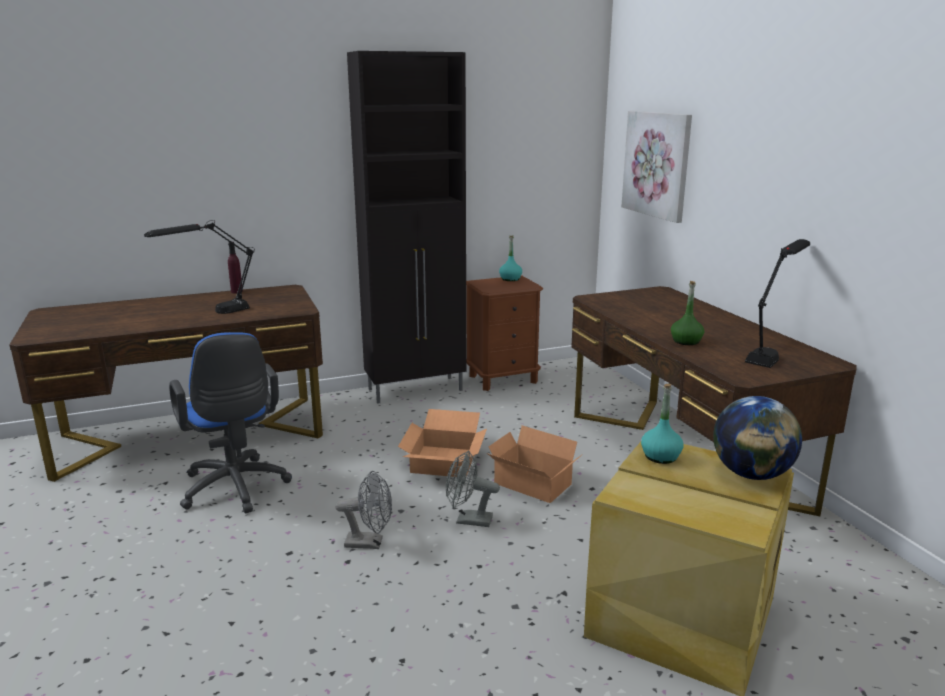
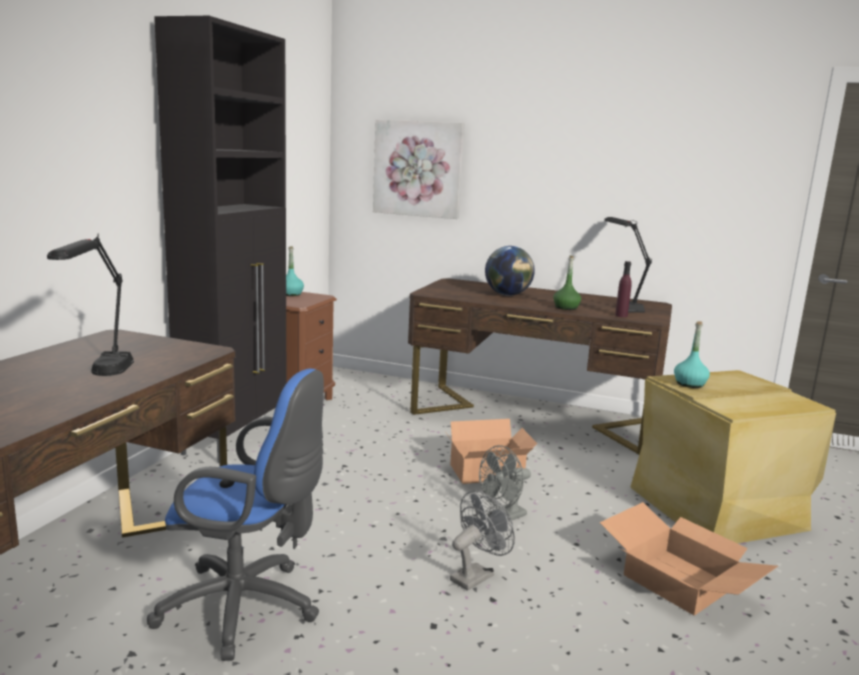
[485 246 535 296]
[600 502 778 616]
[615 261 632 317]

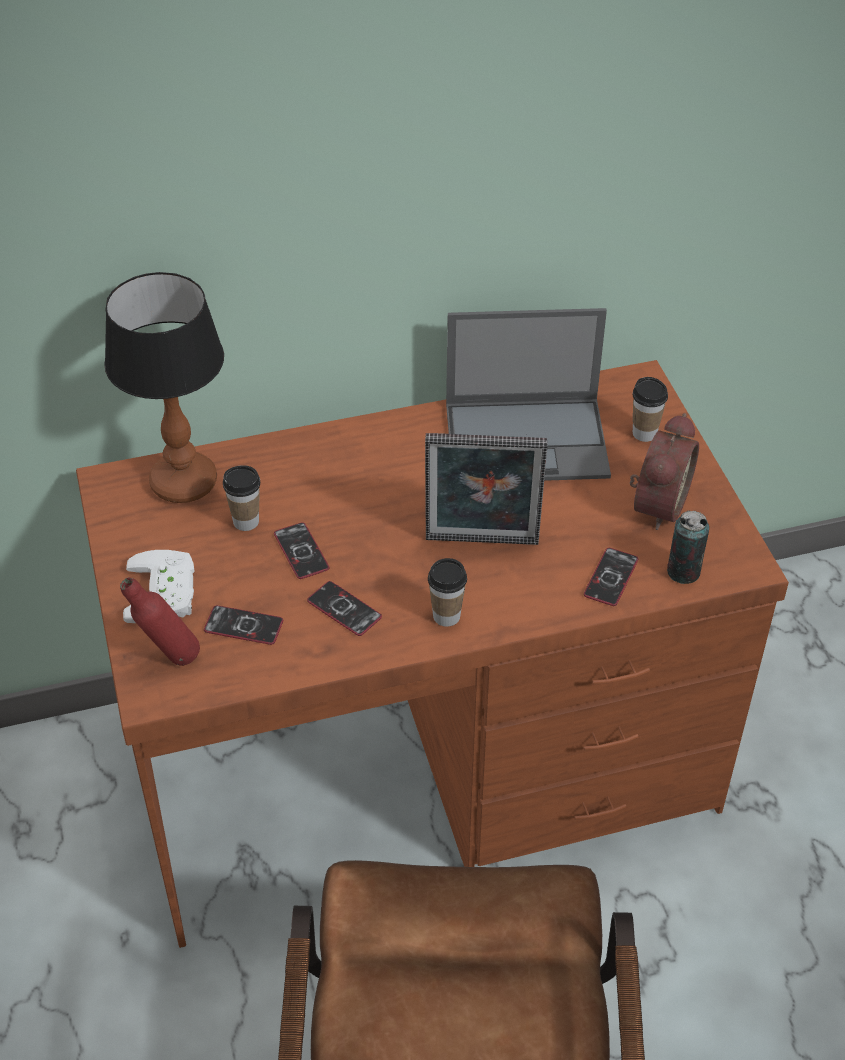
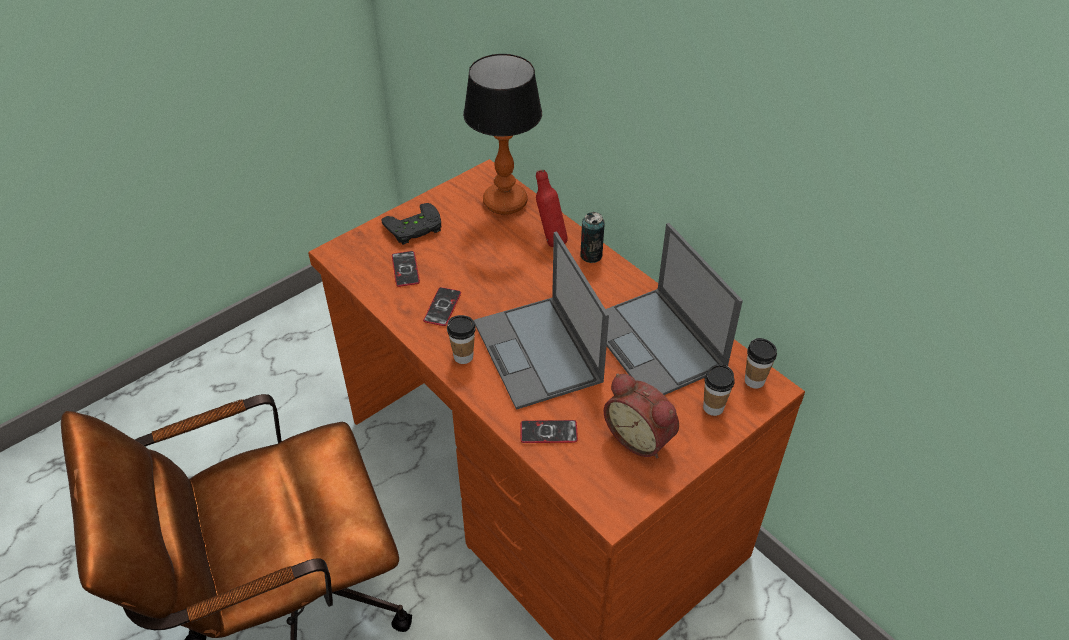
[381 203 442 245]
[474 232 609 410]
[536 170 568 247]
[580 212 605 263]
[604 373 679 458]
[745 338 777 389]
[274 522 329 579] (first image)

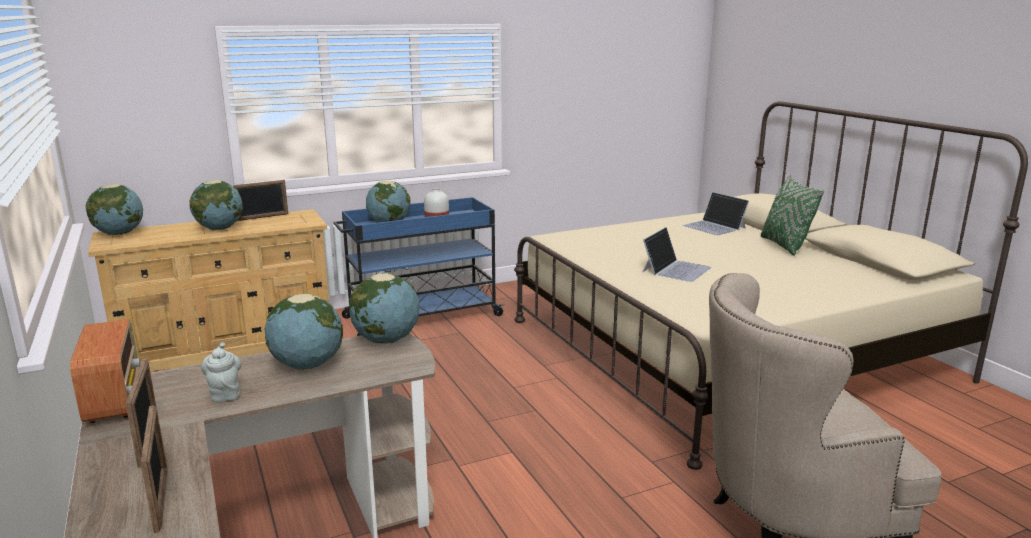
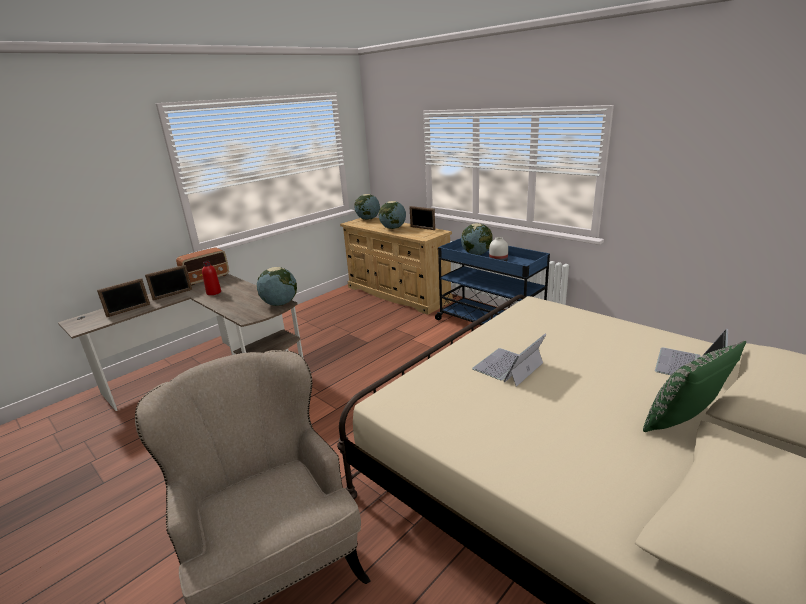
[202 261 221 295]
[472 334 547 387]
[265 294 343 370] (first image)

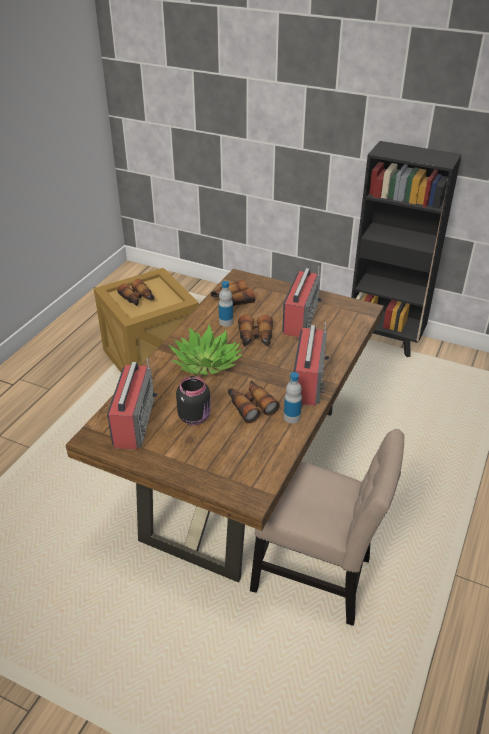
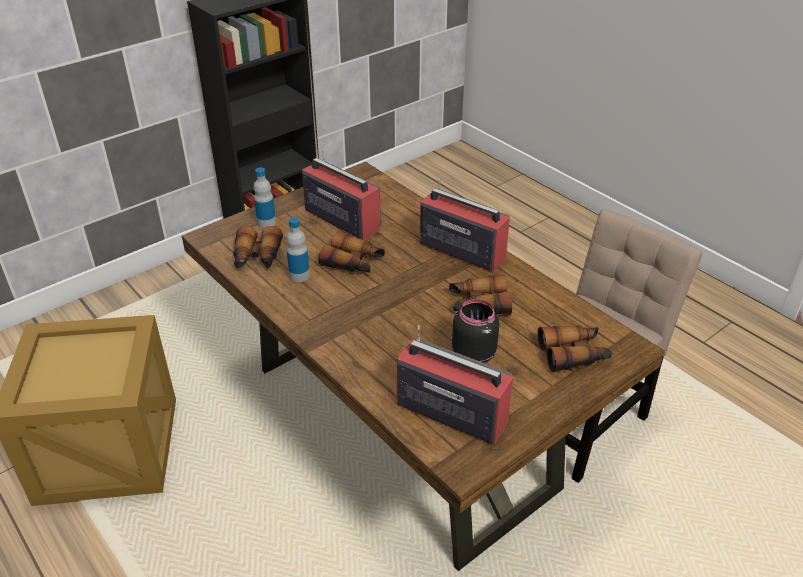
[254 167 276 228]
[538 325 612 372]
[169 324 243 375] (first image)

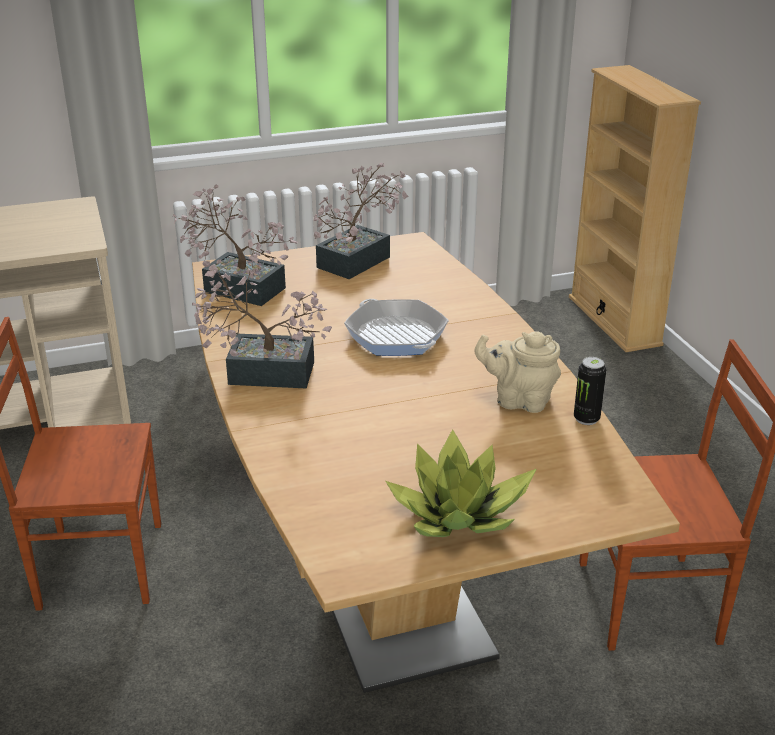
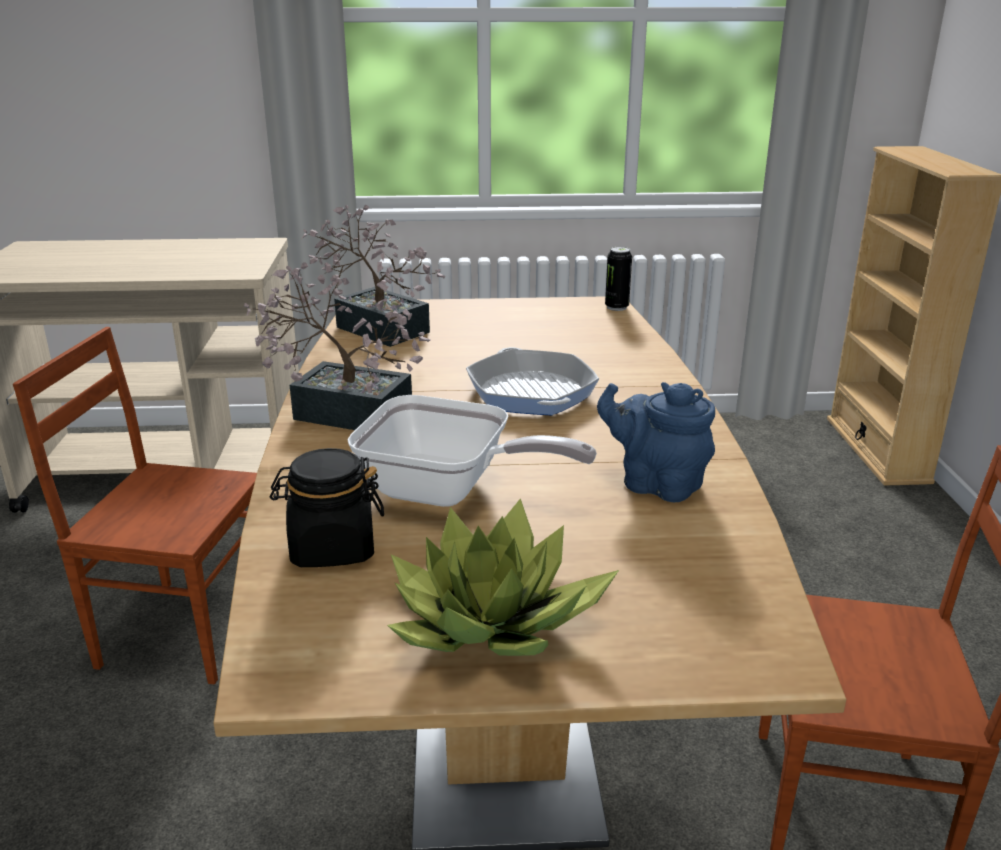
[270 448 384 567]
[347 395 597 507]
[597 382 715 502]
[605 247 632 311]
[314 162 408 279] (first image)

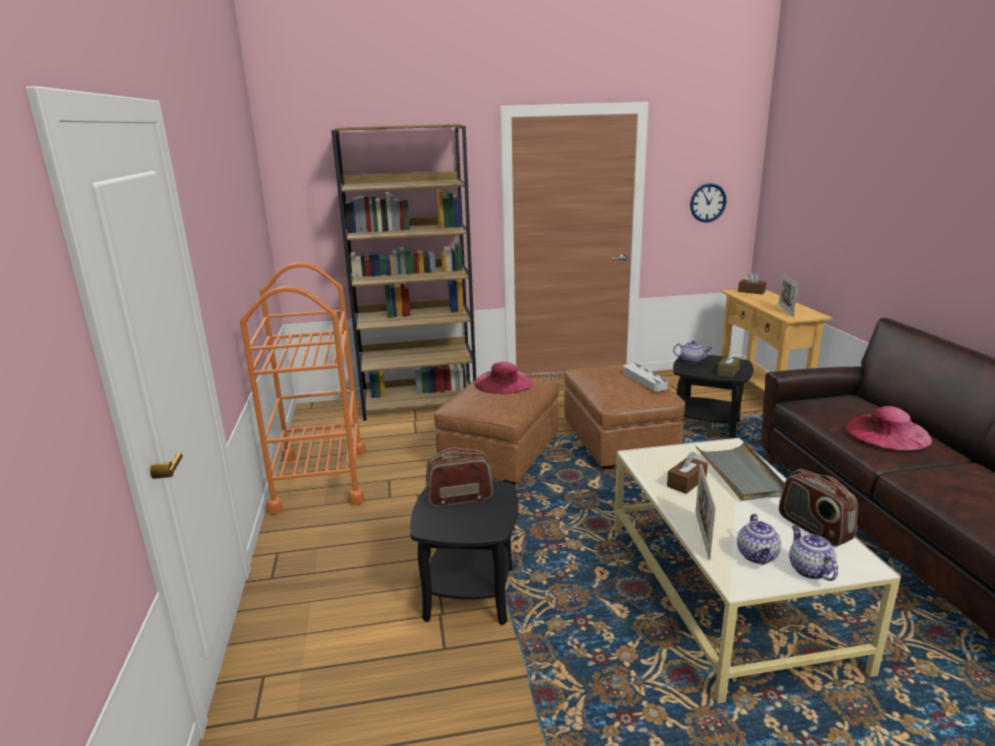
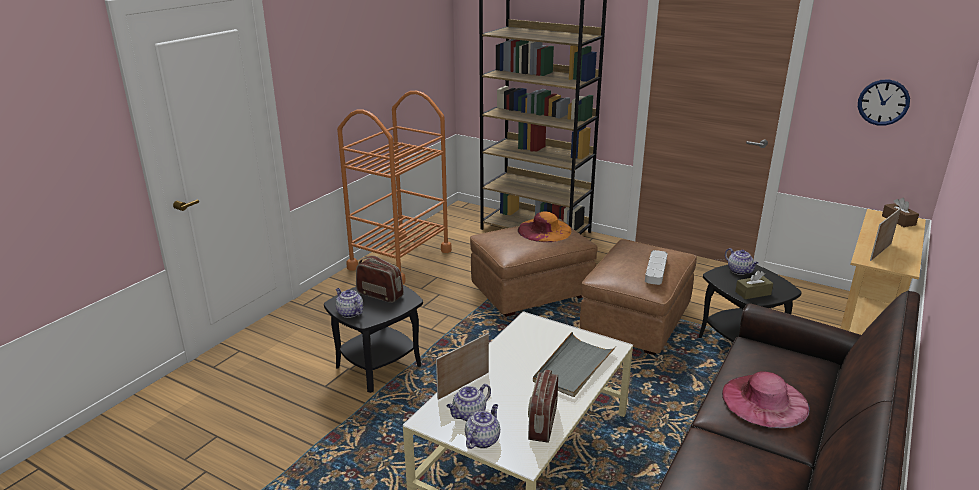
[336 288 363 318]
[518 212 571 242]
[667 452 708 494] (first image)

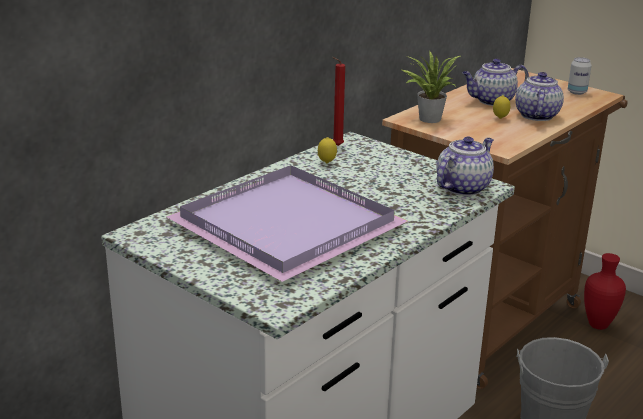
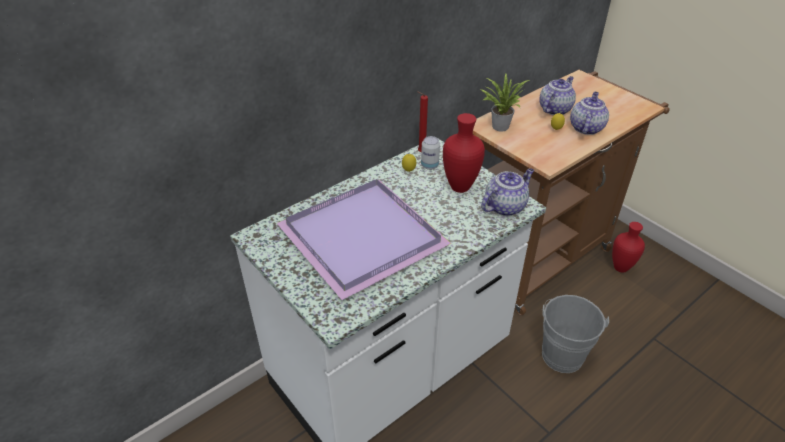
[421 136 440 170]
[443 113 485 193]
[539 76 576 115]

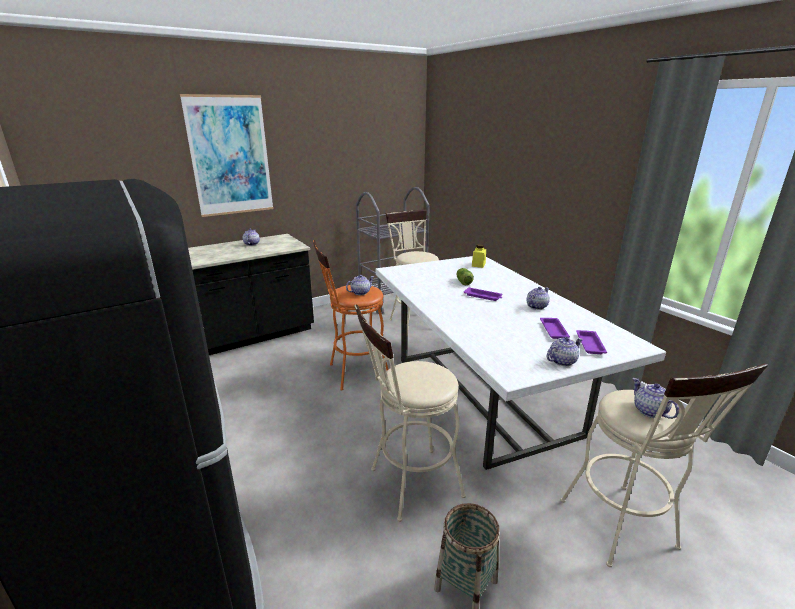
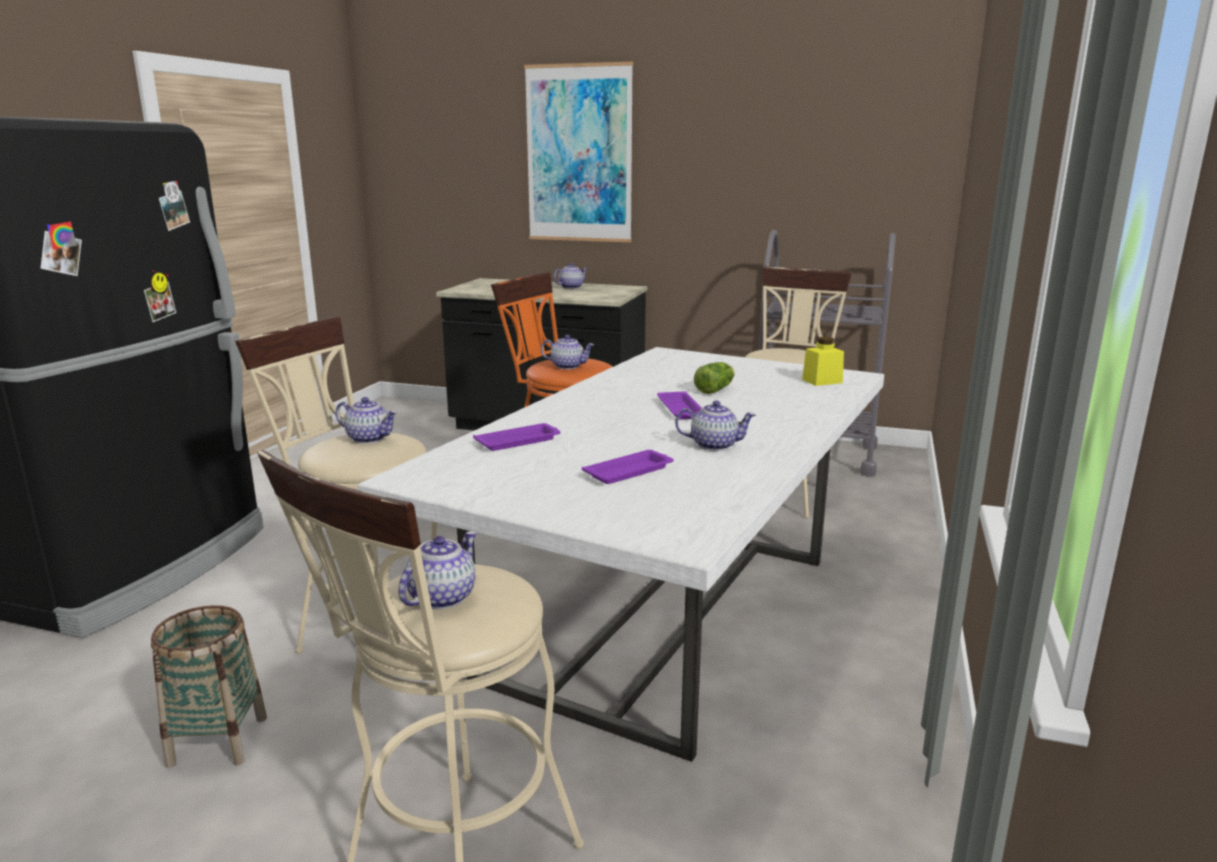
[336 397 398 444]
[473 423 561 451]

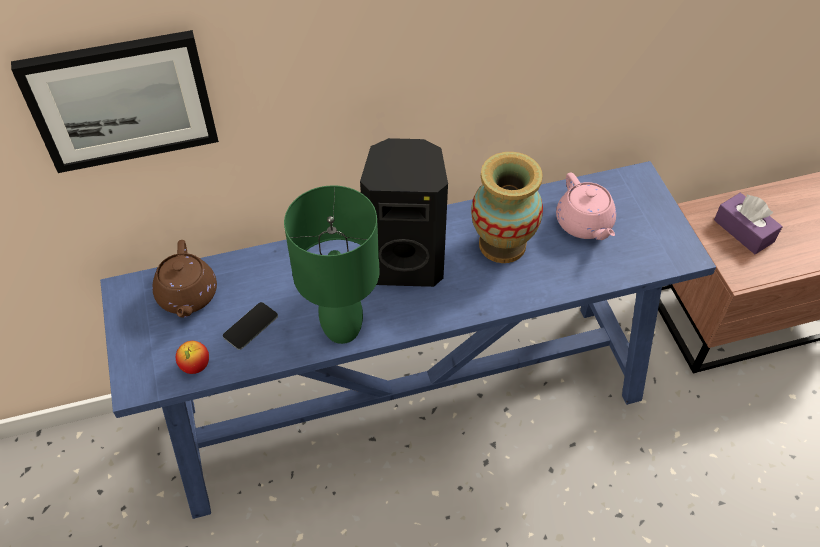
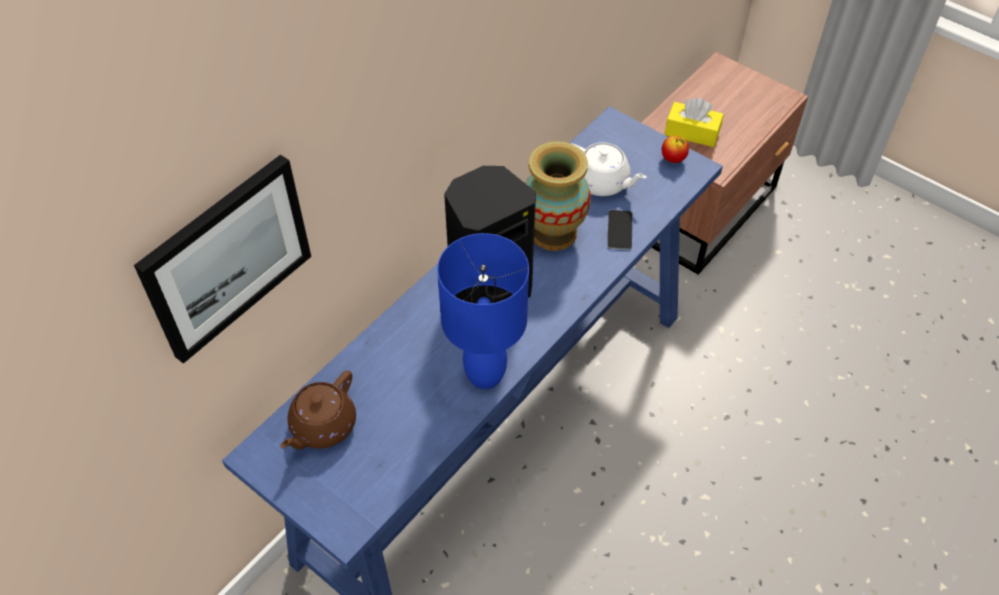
[280 370 356 450]
[437 233 529 389]
[573 142 647 196]
[607 210 632 250]
[662 136 689 163]
[665 98 724 147]

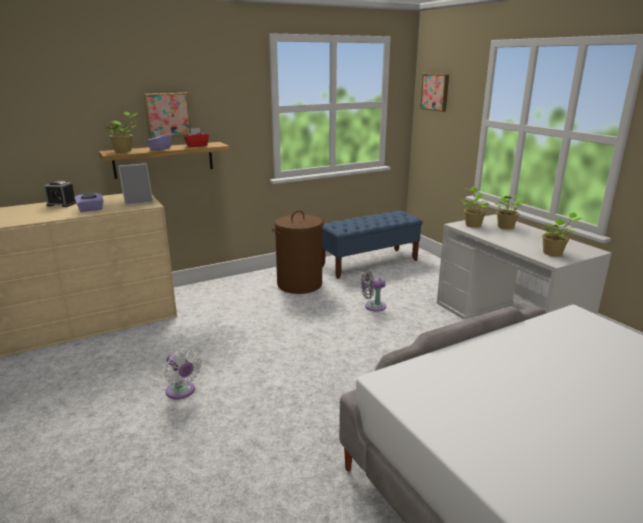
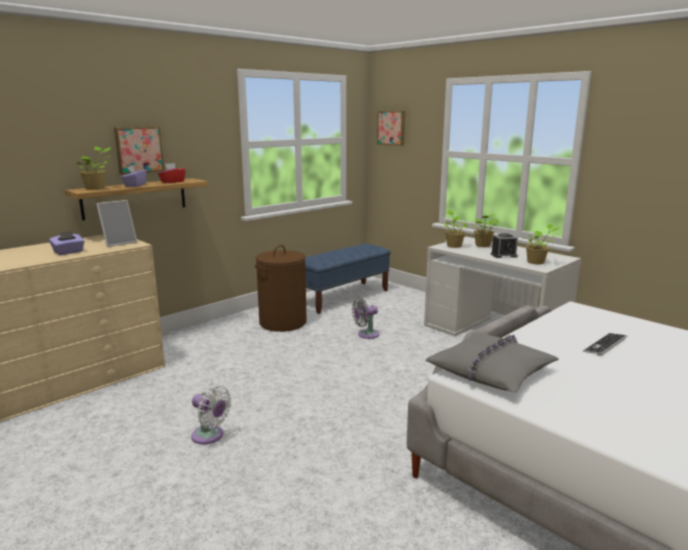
[426 332 559 393]
[491 233 518 258]
[583 333 627 356]

